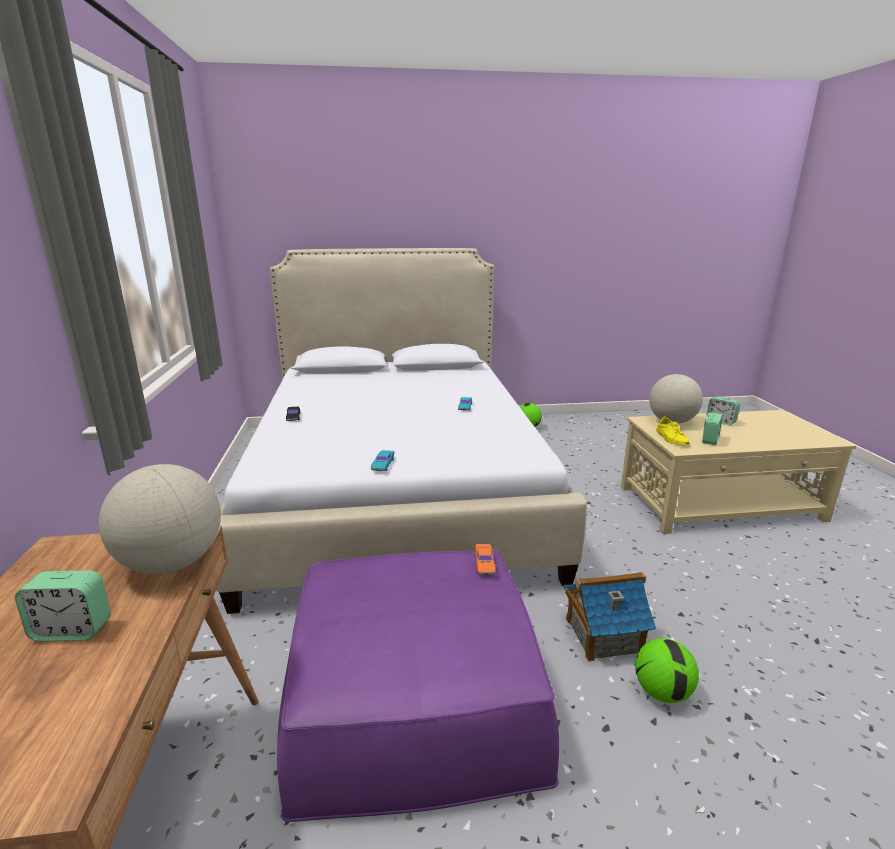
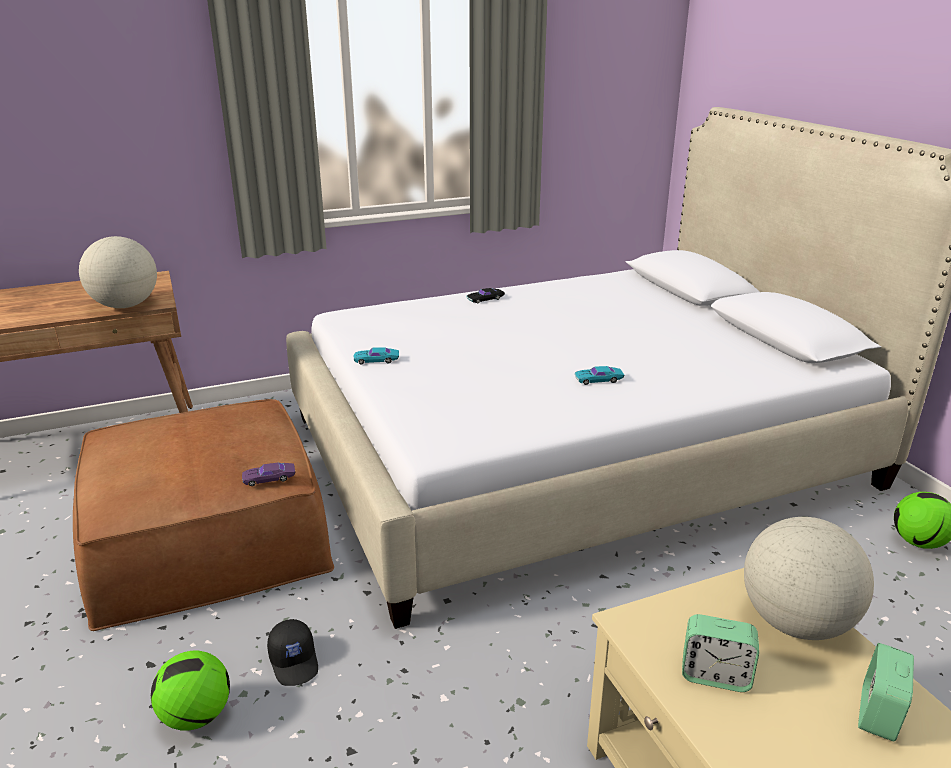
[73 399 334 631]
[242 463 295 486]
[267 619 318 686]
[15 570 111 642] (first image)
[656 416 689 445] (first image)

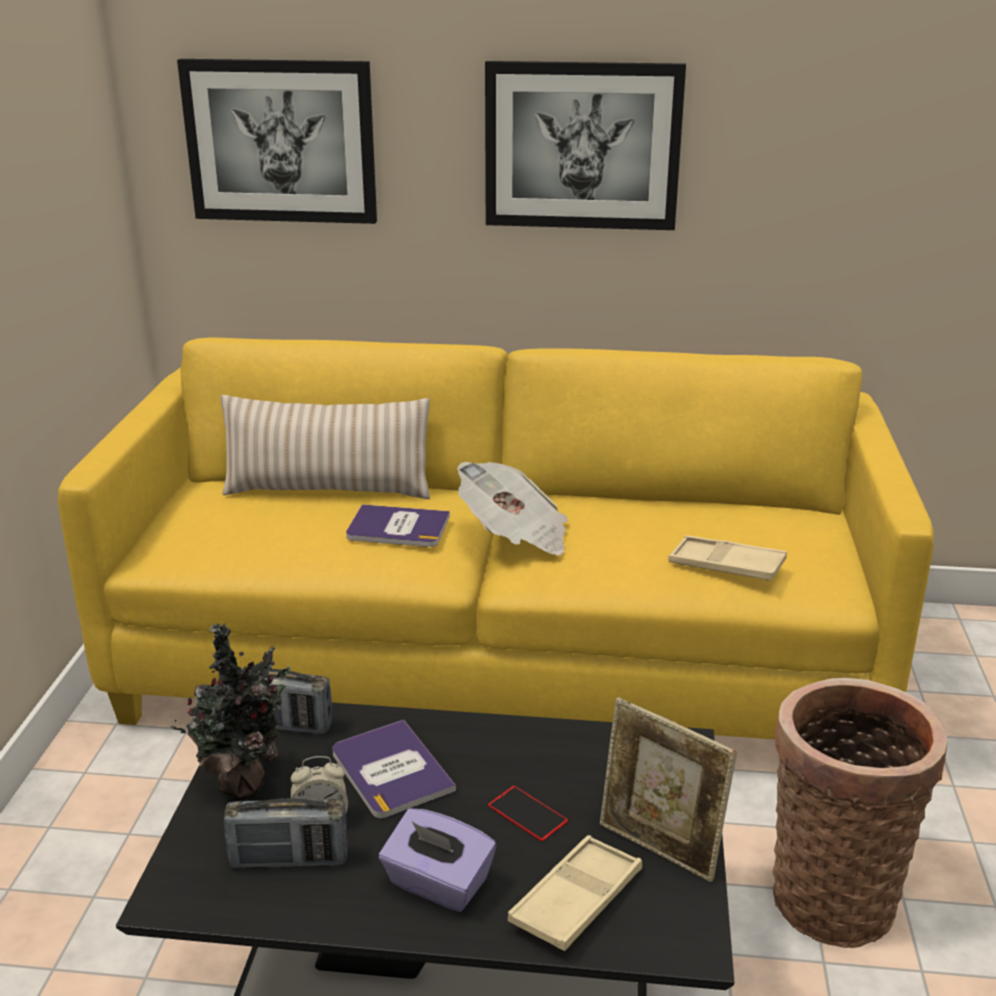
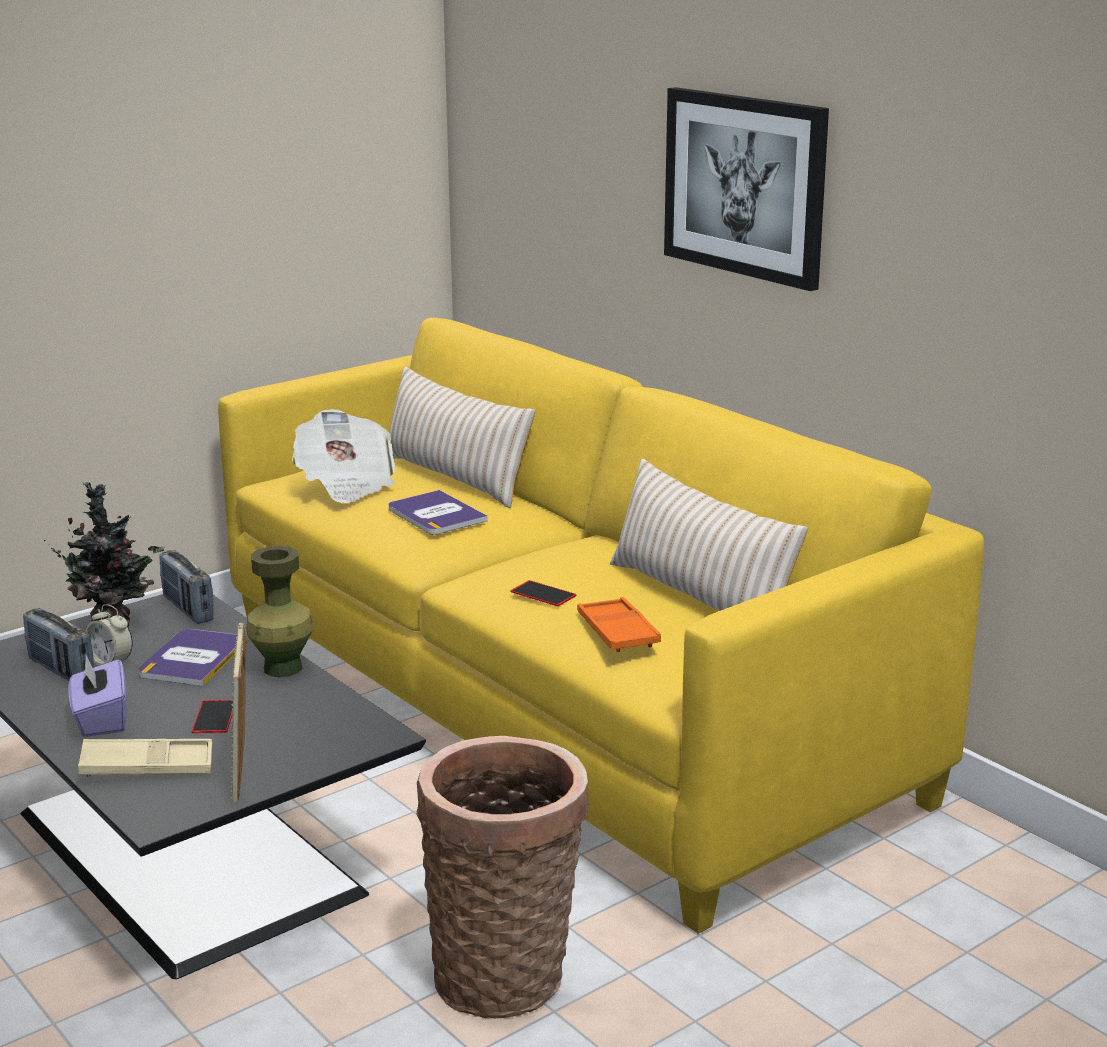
[247 546 314 677]
[292 409 395 503]
[510 580 576 606]
[577 597 661 652]
[610 458 808 611]
[177 59 377 224] (first image)

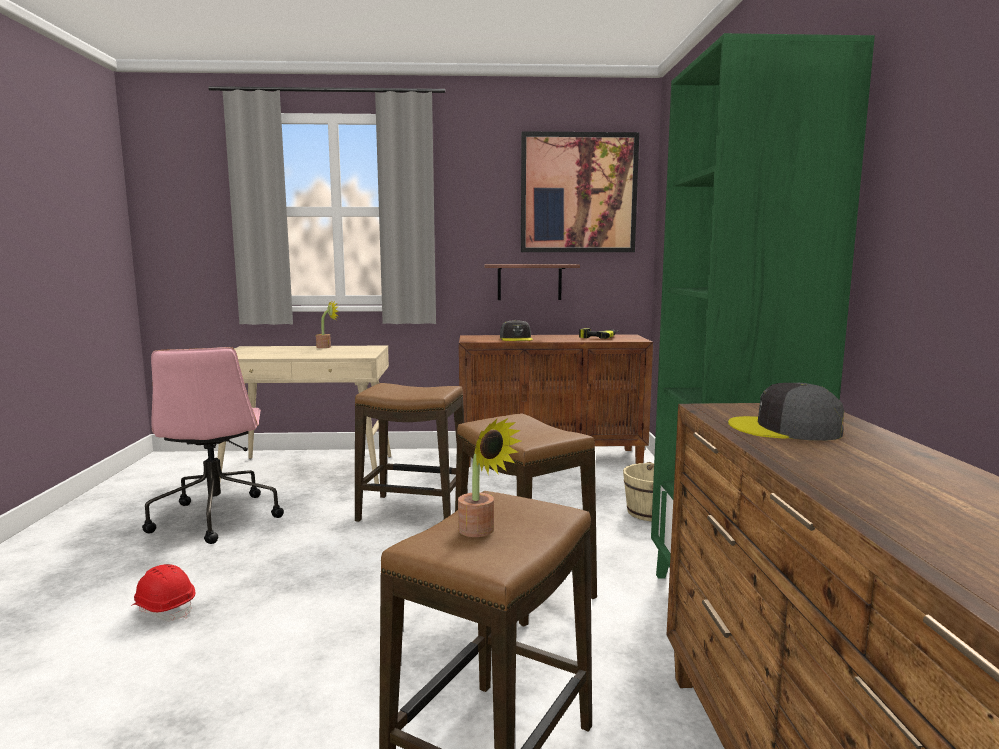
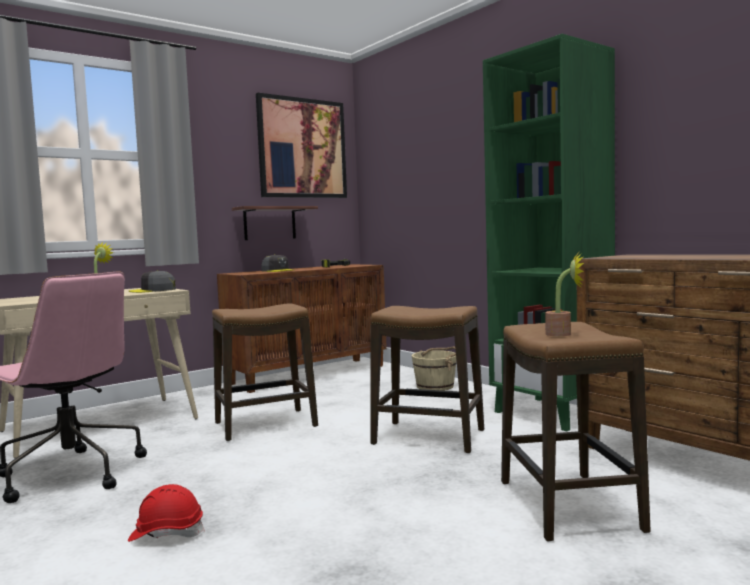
[129 270 176 293]

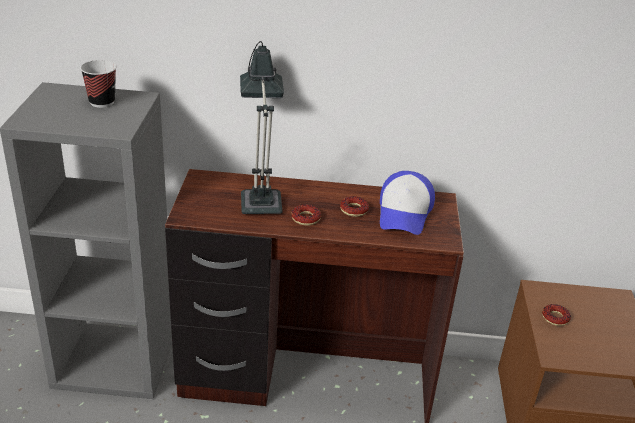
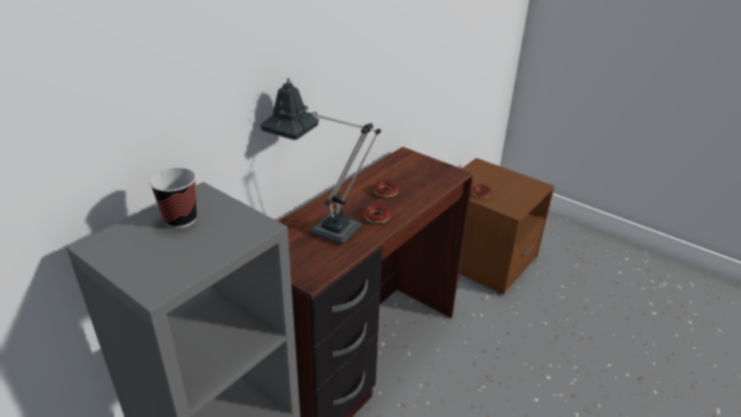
[380 171 435 235] (first image)

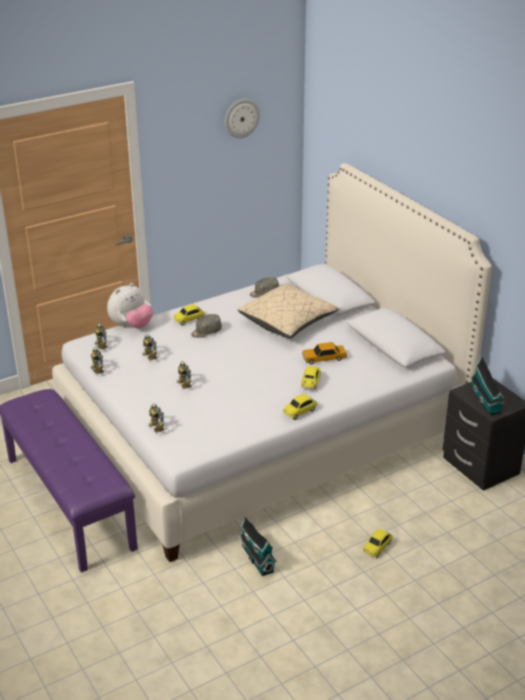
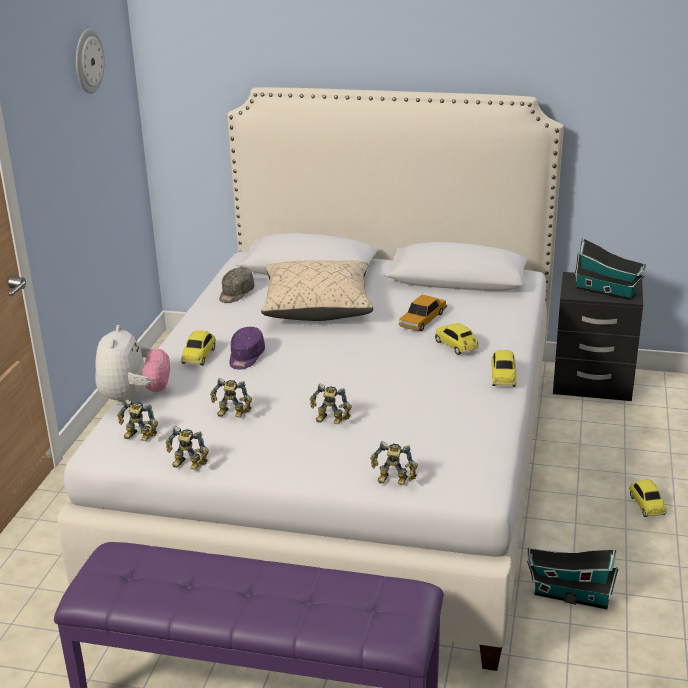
[230 327 265 369]

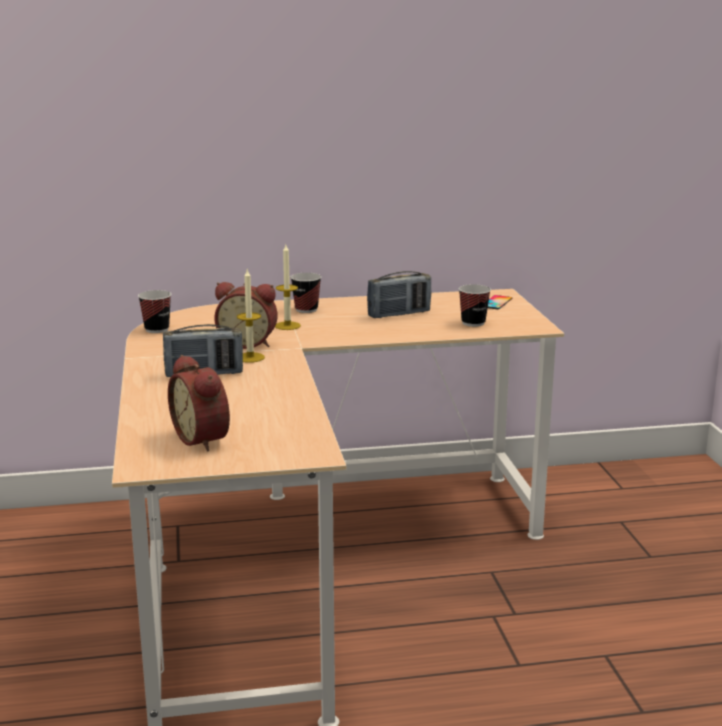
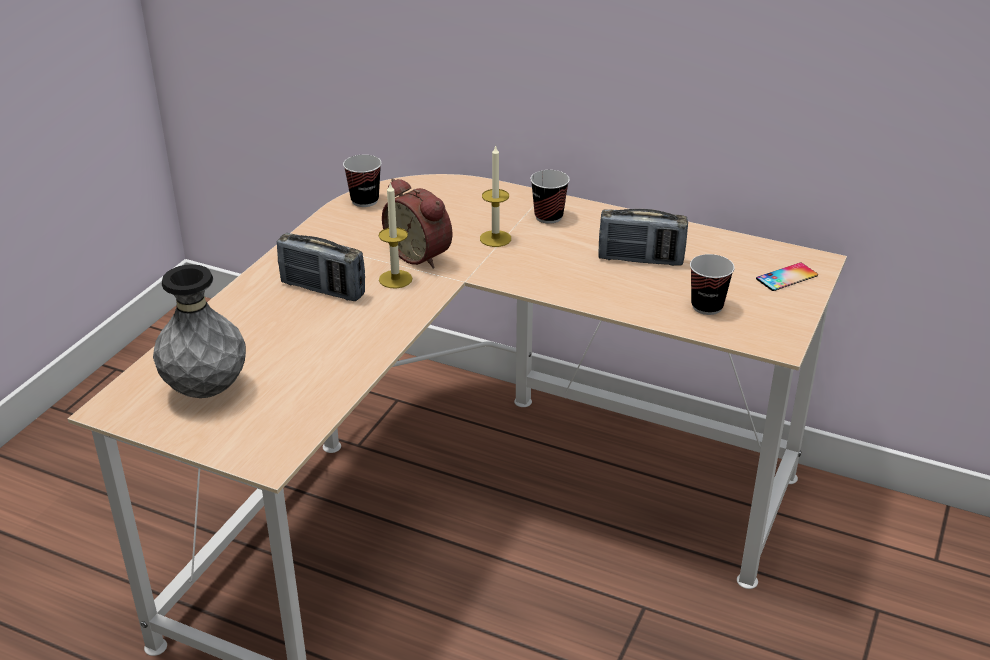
[153 264 246 398]

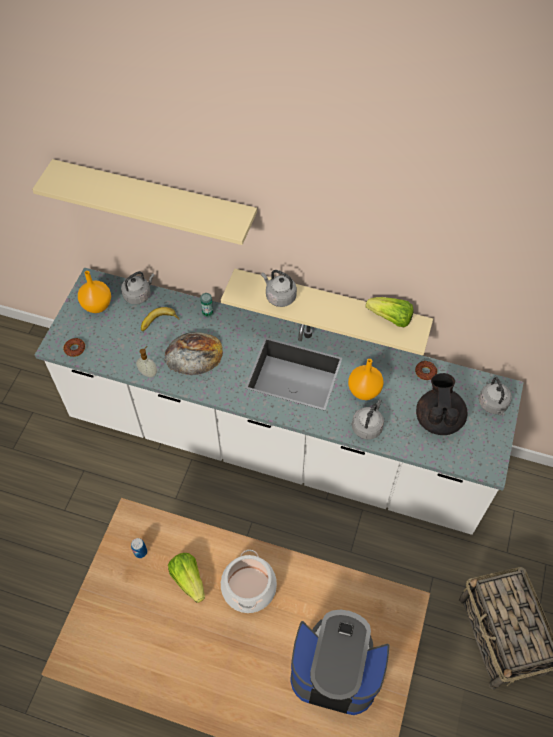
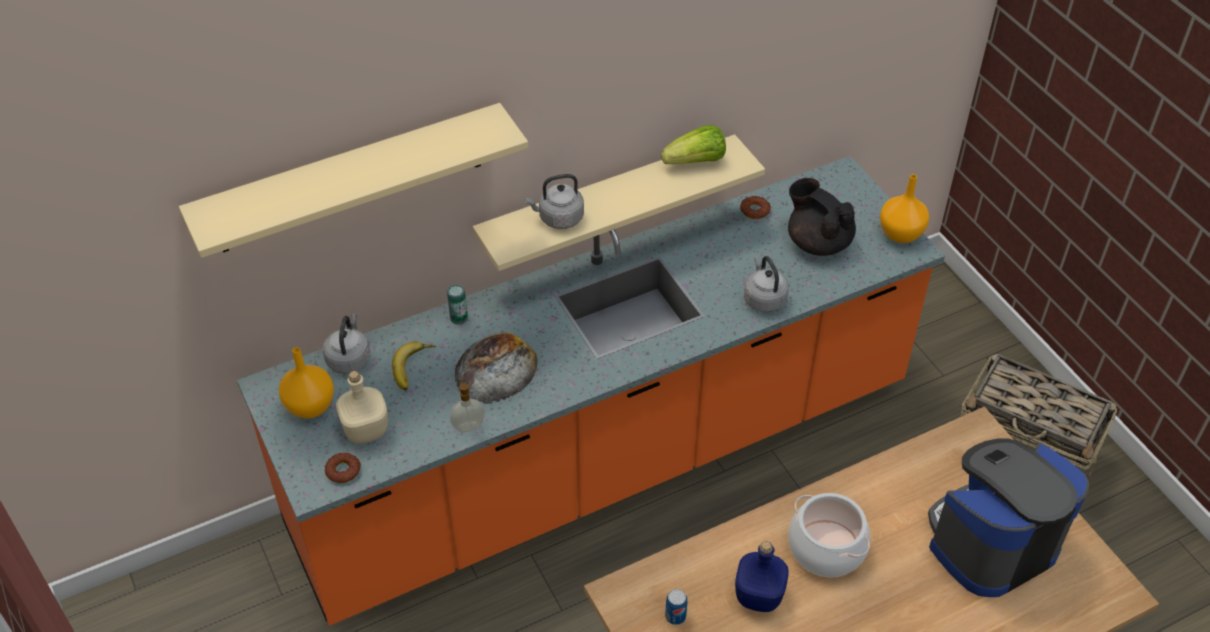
[237 156 945 626]
[336 371 388 444]
[735 541 789 612]
[880 174 929 243]
[479 377 512 416] (first image)

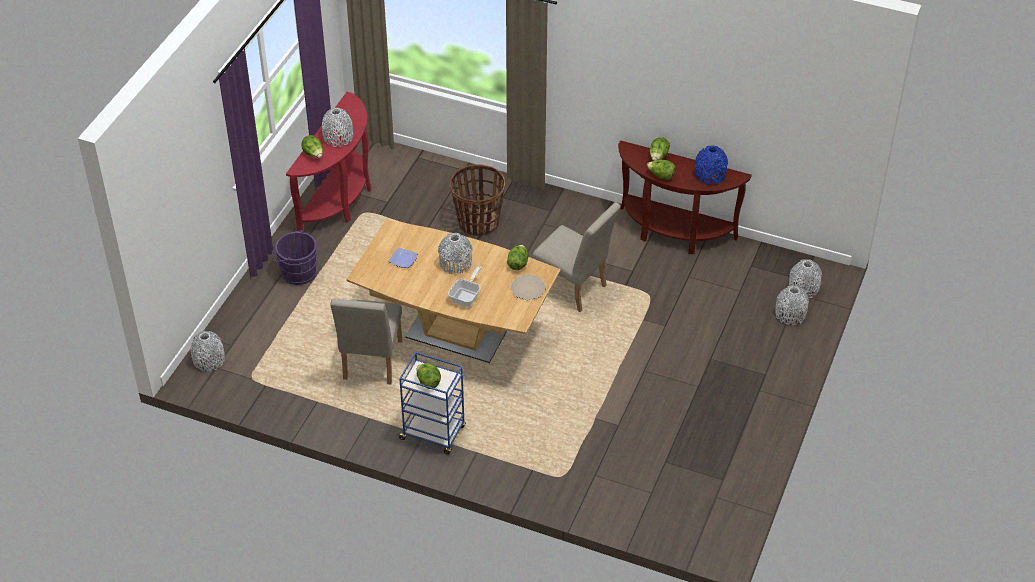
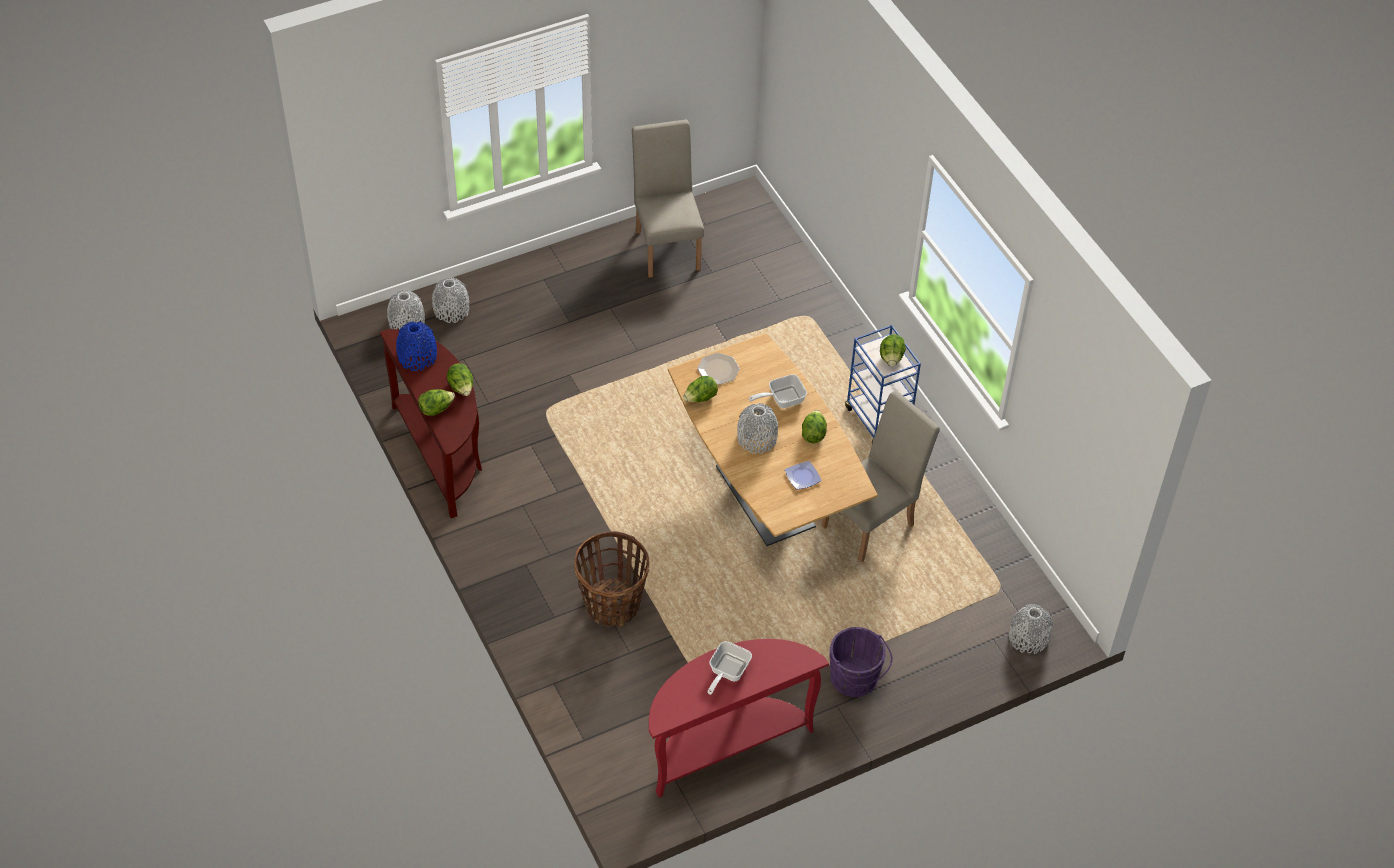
[632 120 704 278]
[708 641 752 695]
[802 410 827 443]

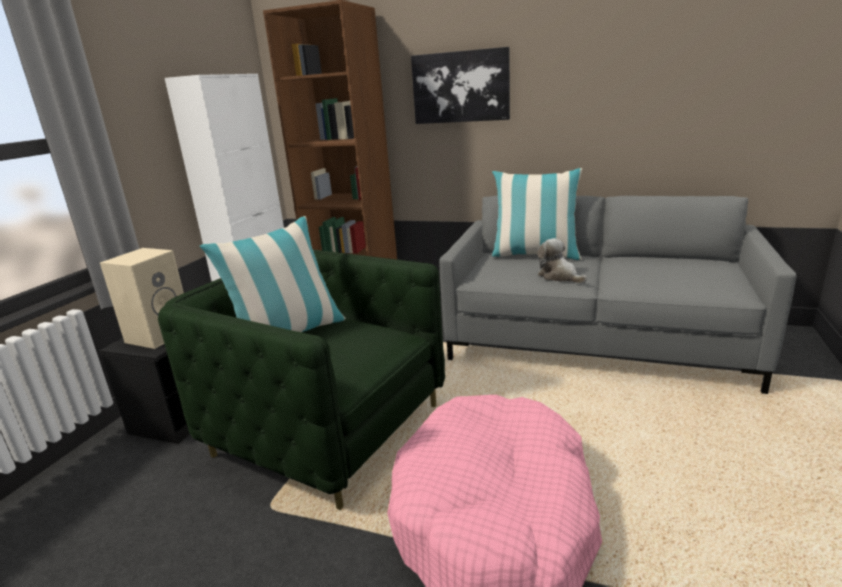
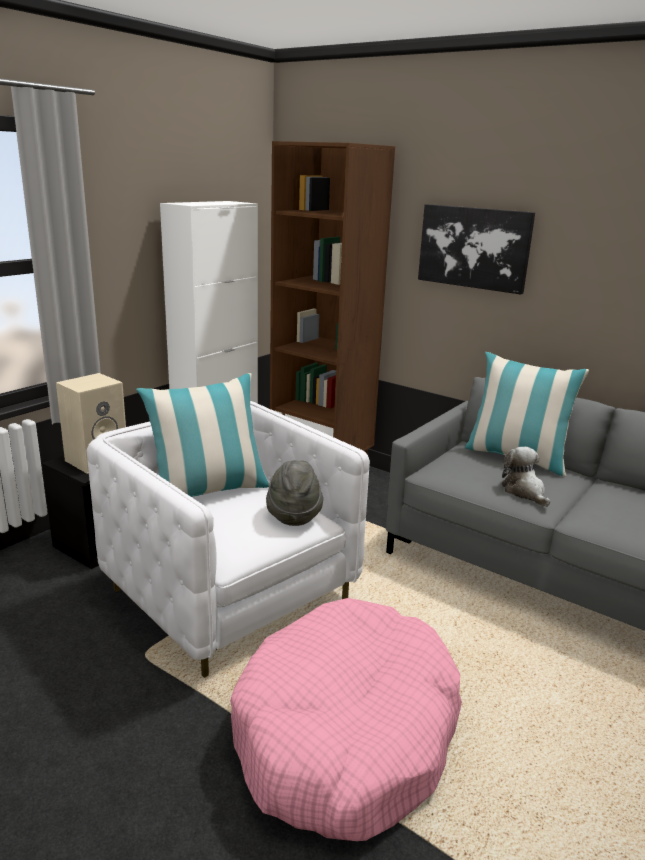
[86 401 370 678]
[266 460 323 526]

